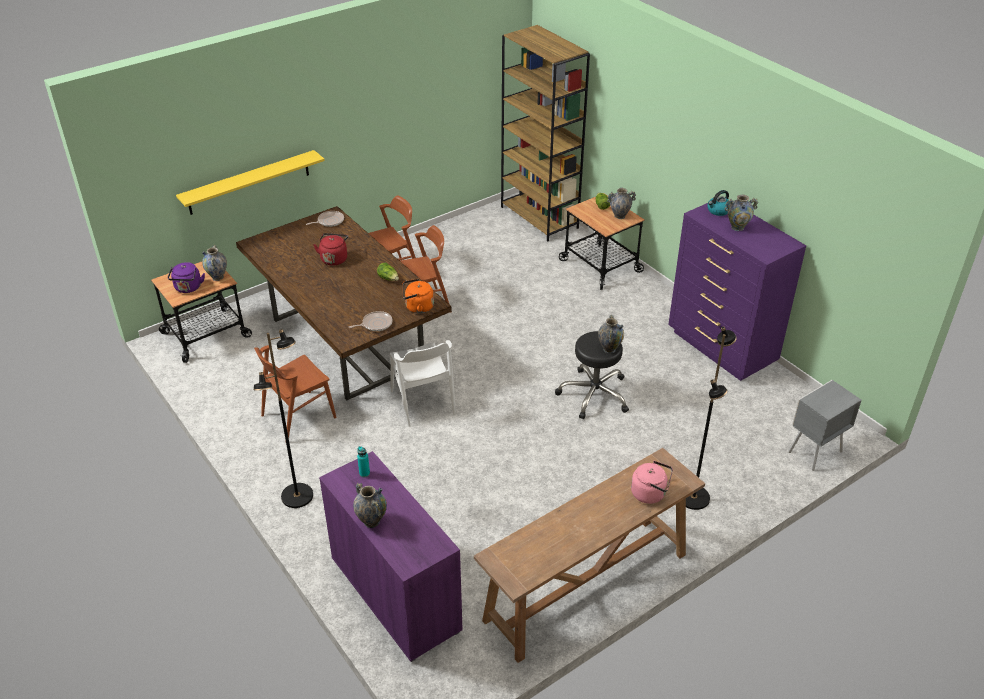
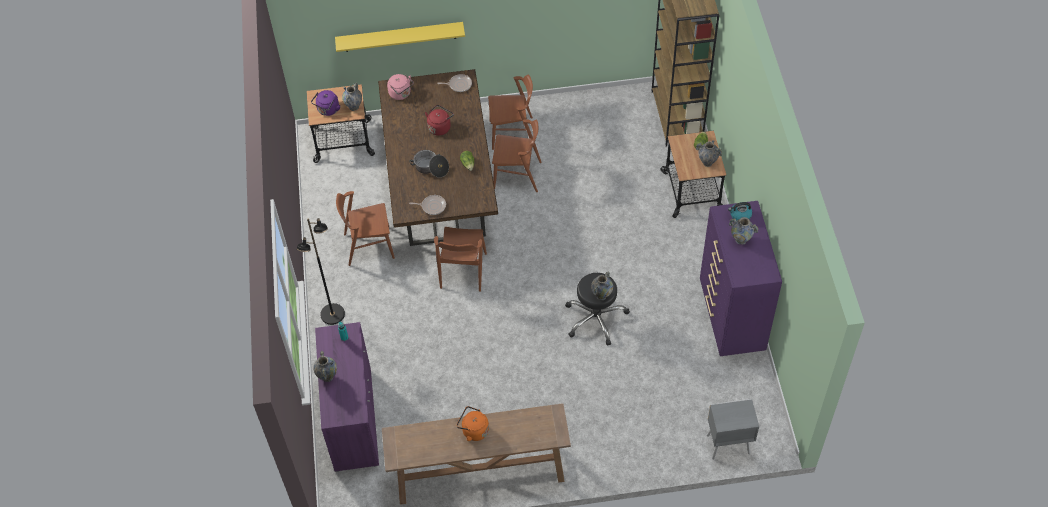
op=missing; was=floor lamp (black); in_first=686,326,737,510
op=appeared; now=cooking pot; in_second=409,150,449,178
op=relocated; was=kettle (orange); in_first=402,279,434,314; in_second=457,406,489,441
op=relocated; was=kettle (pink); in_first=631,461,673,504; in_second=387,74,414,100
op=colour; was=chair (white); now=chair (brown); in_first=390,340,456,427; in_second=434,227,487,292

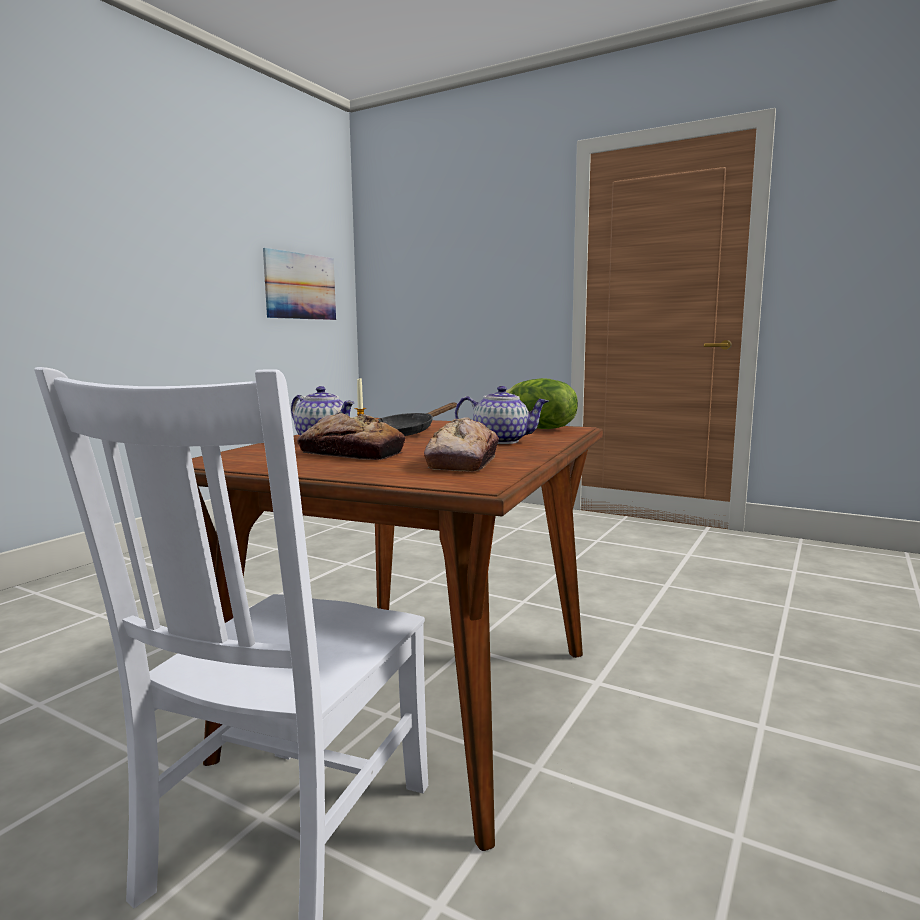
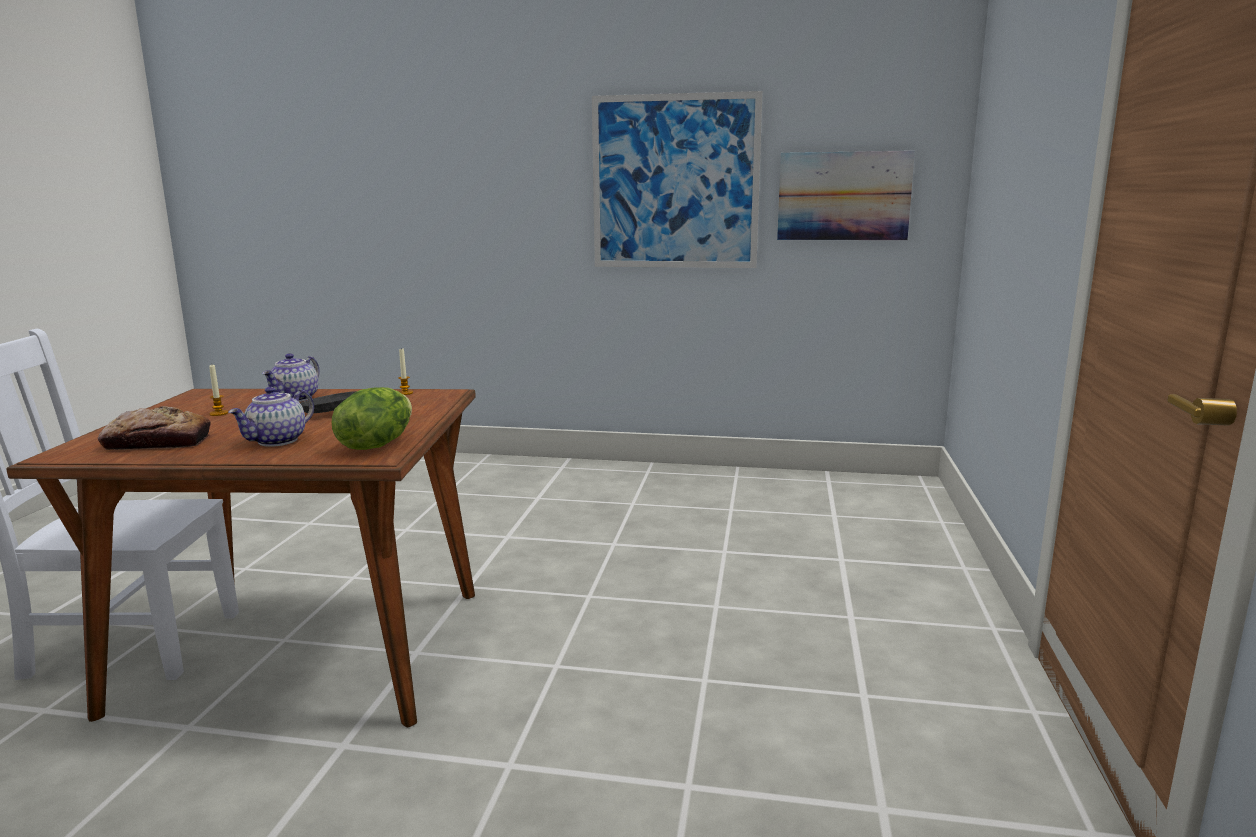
op=appeared; now=picture; in_second=592,91,763,268
op=exchanged; was=bread; now=candle; in_first=297,413,405,460; in_second=209,365,228,416
op=spun; was=teapot; in_first=455,386,549,444; in_second=228,387,314,447; clockwise=45

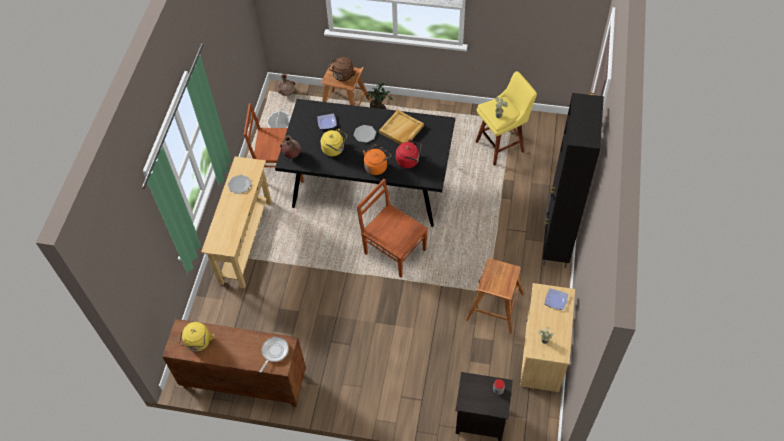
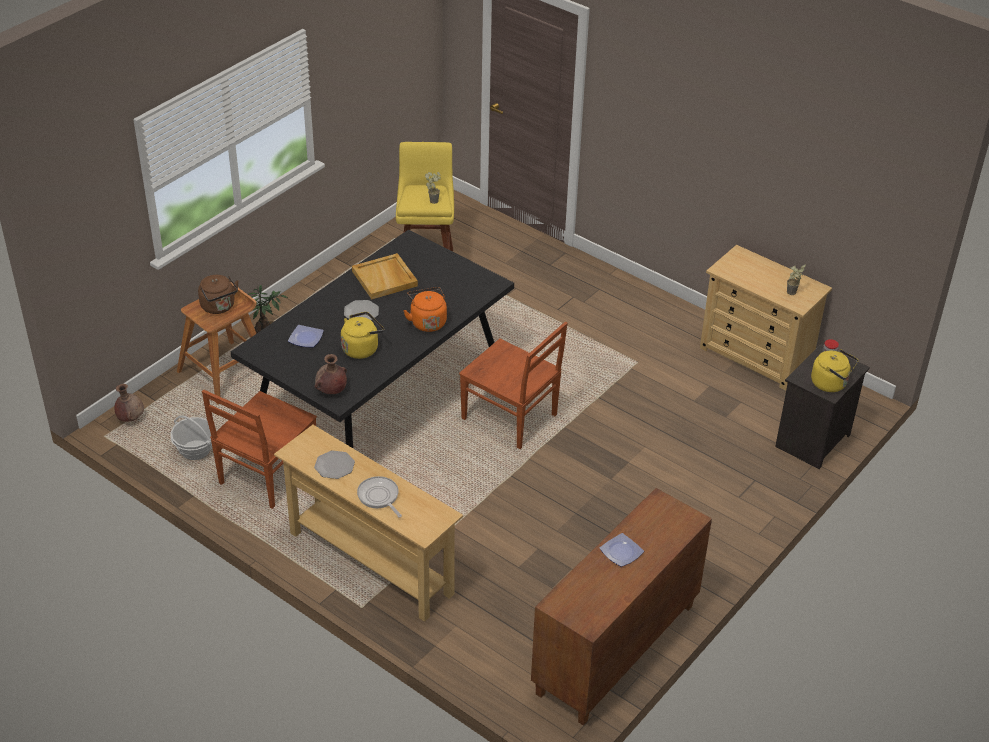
op=missing; was=kettle (red); in_first=396,139,422,168
op=missing; was=stool (brown); in_first=466,258,524,334
op=missing; was=cabinet (black); in_first=542,93,604,268
op=relocated; was=kettle (yellow); in_first=179,322,214,351; in_second=811,349,858,392
op=relocated; was=frying pan; in_first=259,337,289,373; in_second=357,476,402,518
op=relocated; was=plate; in_first=544,288,568,310; in_second=600,533,644,567
op=spun; was=chair (brown); in_first=357,179,428,278; in_second=459,322,568,449; clockwise=-120

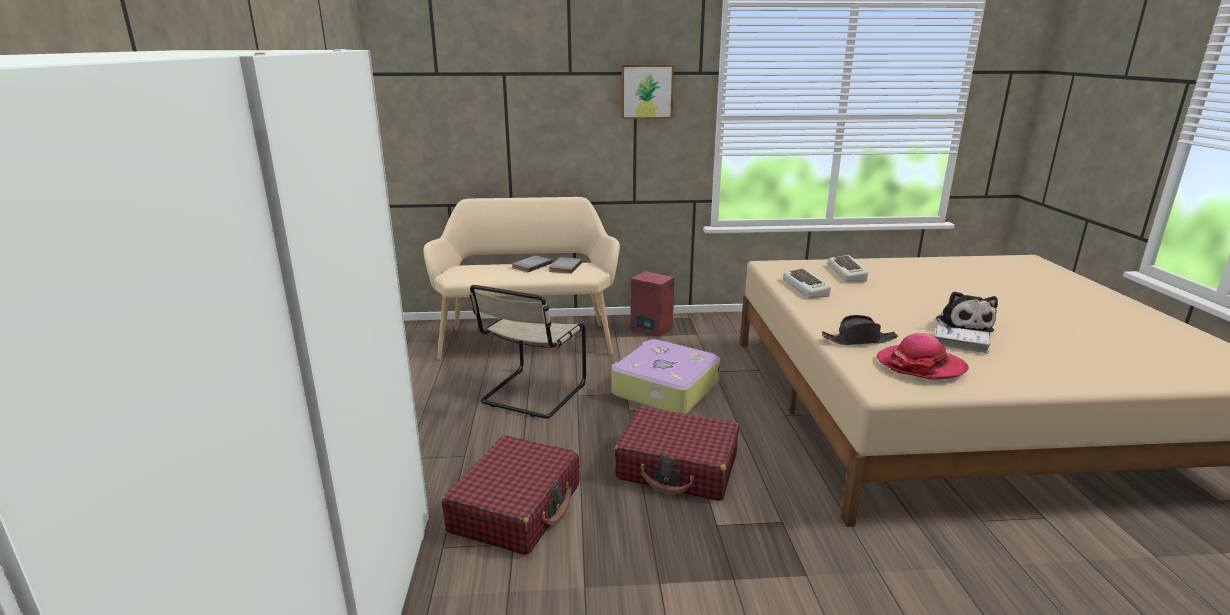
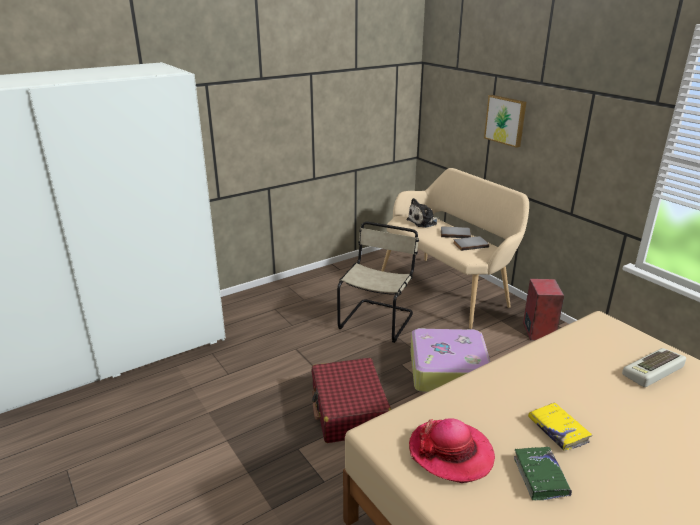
op=missing; was=suitcase (red); in_first=442,435,580,555
op=missing; was=keyboard; in_first=783,268,831,298
op=missing; was=hat (black); in_first=822,315,898,345
op=appeared; now=book (yellow); in_second=528,403,592,451
op=relocated; was=picture; in_first=622,65,674,119; in_second=484,95,526,148
op=relocated; was=plush toy; in_first=936,291,998,332; in_second=406,198,439,228
op=colour; was=book (white); now=book (green); in_first=935,325,991,353; in_second=514,447,572,500
op=spun; was=chair (beige); in_first=469,285,586,418; in_second=337,222,419,343; clockwise=120

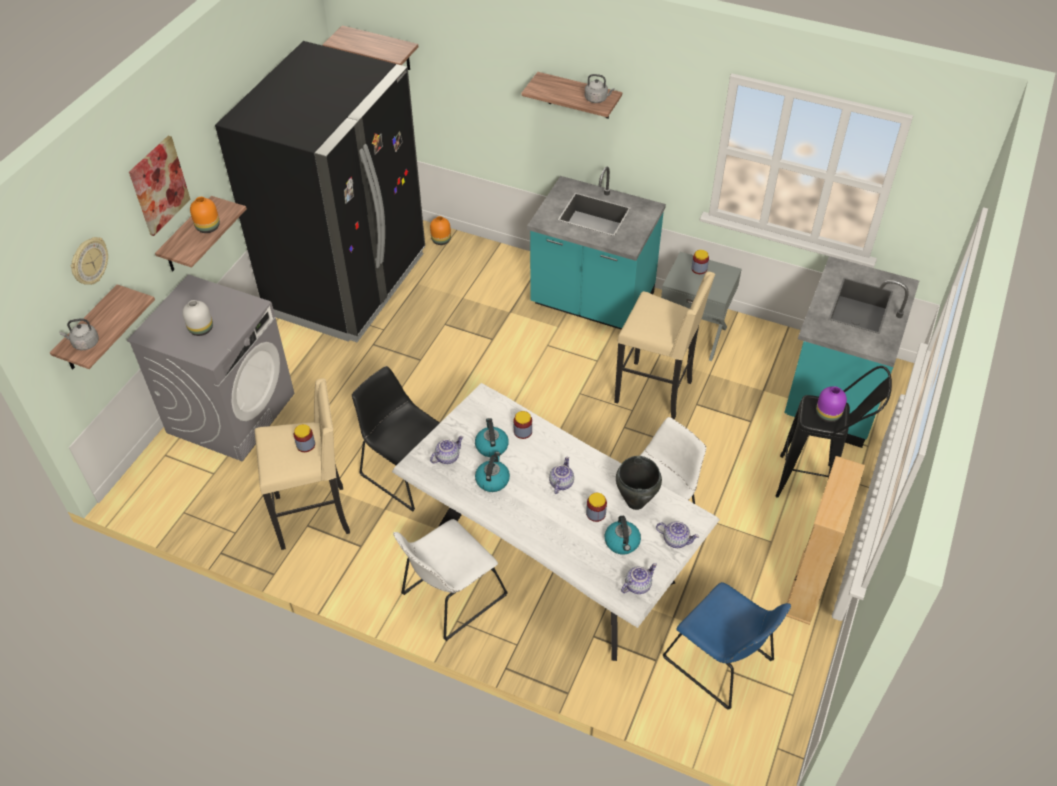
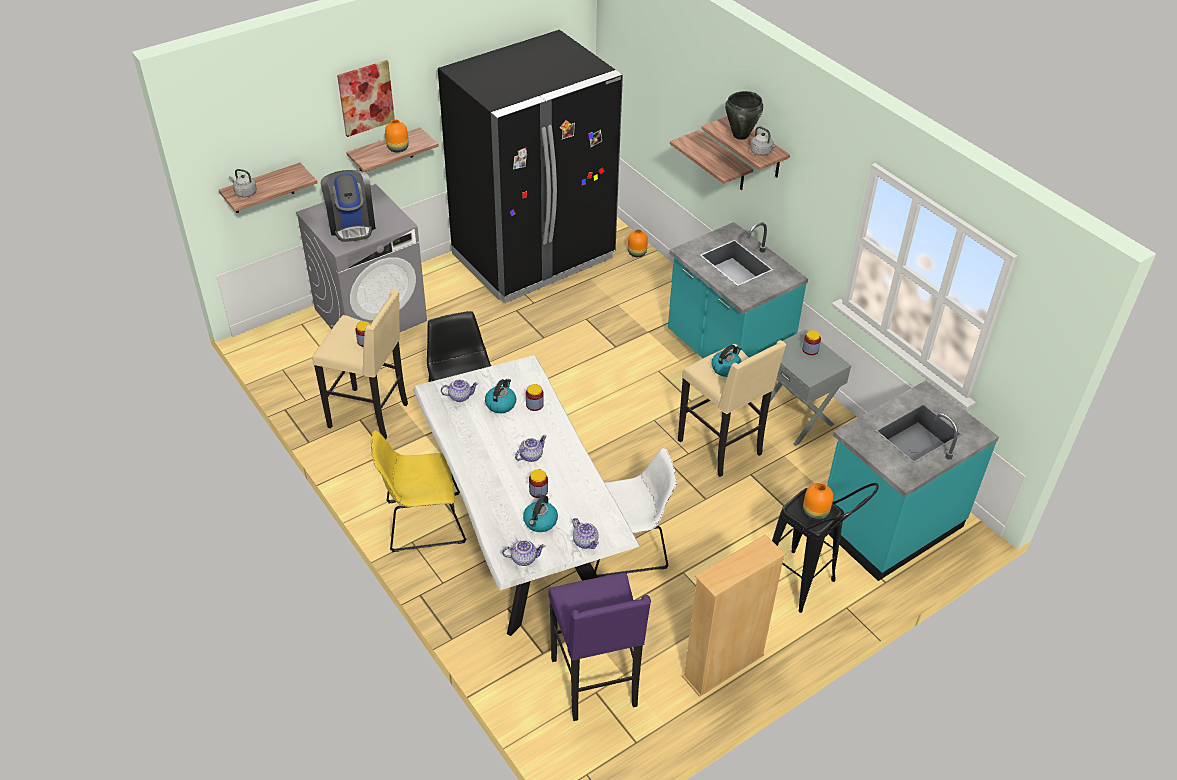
op=missing; was=wall clock; in_first=71,237,108,285
op=relocated; was=shelf; in_first=323,25,418,70; in_second=670,130,753,190
op=relocated; was=kettle; in_first=475,452,510,492; in_second=712,345,742,377
op=relocated; was=cooking pot (black); in_first=616,456,662,510; in_second=725,91,763,140
op=exchanged; was=vase (white); now=coffee machine; in_first=182,300,213,336; in_second=320,170,376,242
op=exchanged; was=chair (blue); now=stool (purple); in_first=663,582,791,710; in_second=549,573,651,721
op=colour; was=chair (white); now=chair (yellow); in_first=393,519,508,641; in_second=371,430,467,552
op=colour; was=vase (purple); now=vase (orange); in_first=816,386,847,422; in_second=803,483,833,520

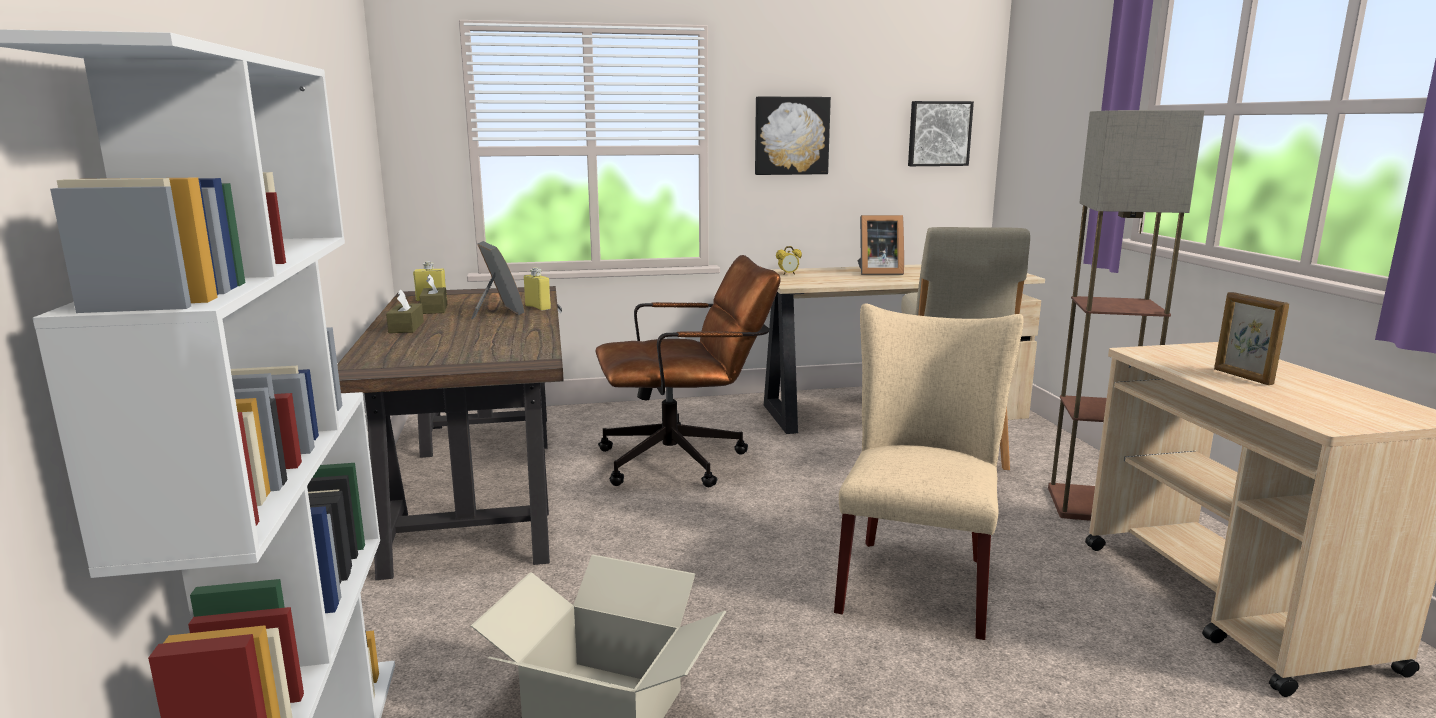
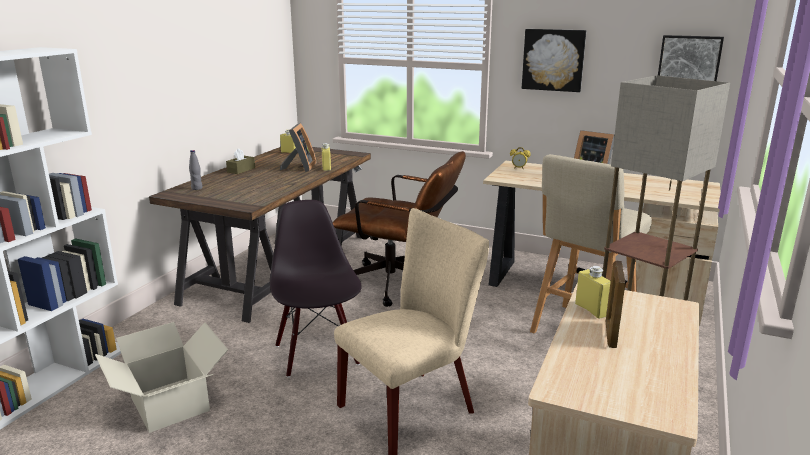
op=missing; was=tissue box (brown); in_first=419,274,447,314
op=appeared; now=bottle (grey); in_second=189,150,202,190
op=appeared; now=chair (black); in_second=270,200,362,378
op=appeared; now=bottle (yellow); in_second=575,266,611,319

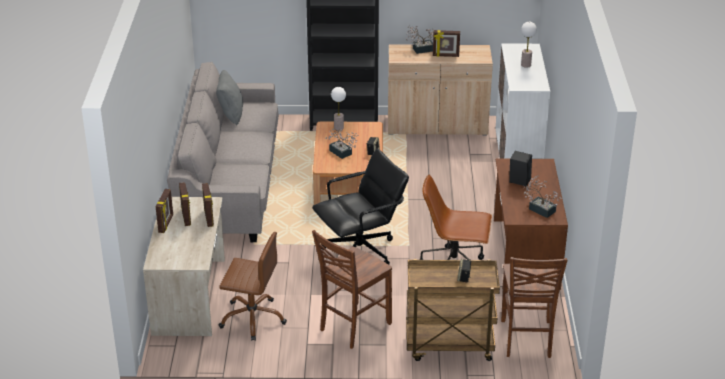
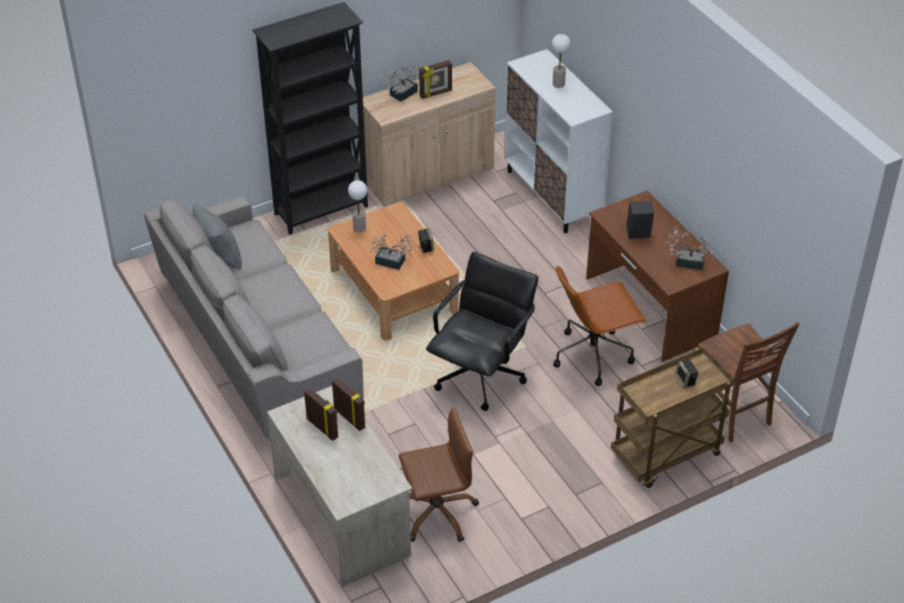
op=missing; was=picture frame; in_first=156,189,173,233
op=missing; was=chair (brown); in_first=312,230,392,349

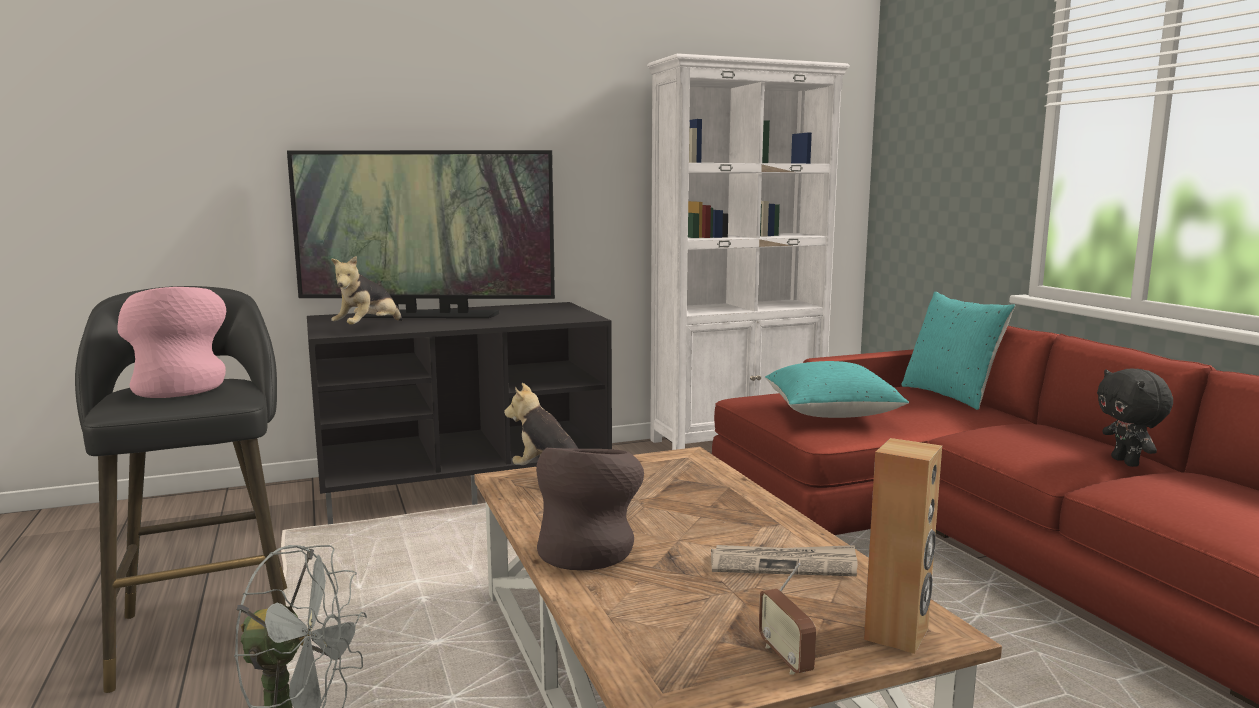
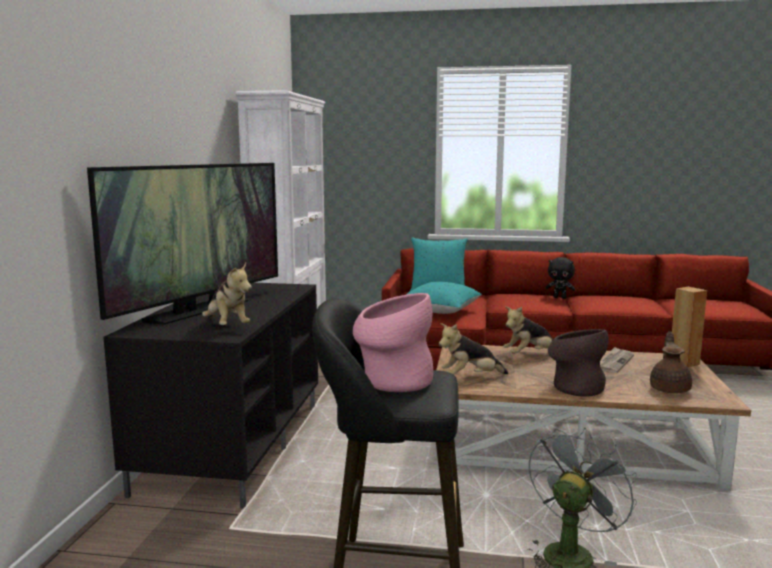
op=missing; was=radio; in_first=759,563,816,675
op=appeared; now=plush toy; in_second=504,306,553,354
op=appeared; now=teapot (brown); in_second=650,331,692,393

